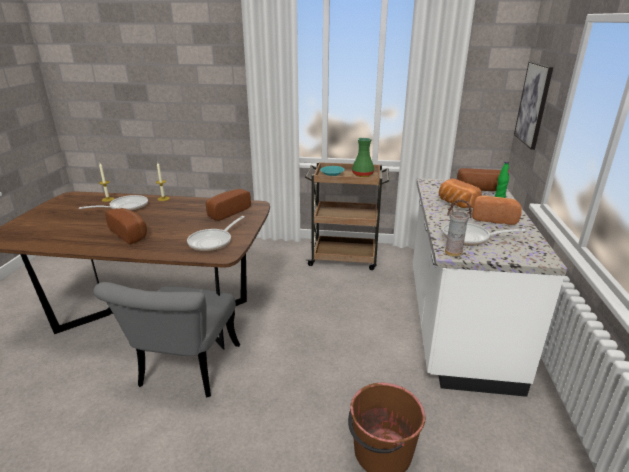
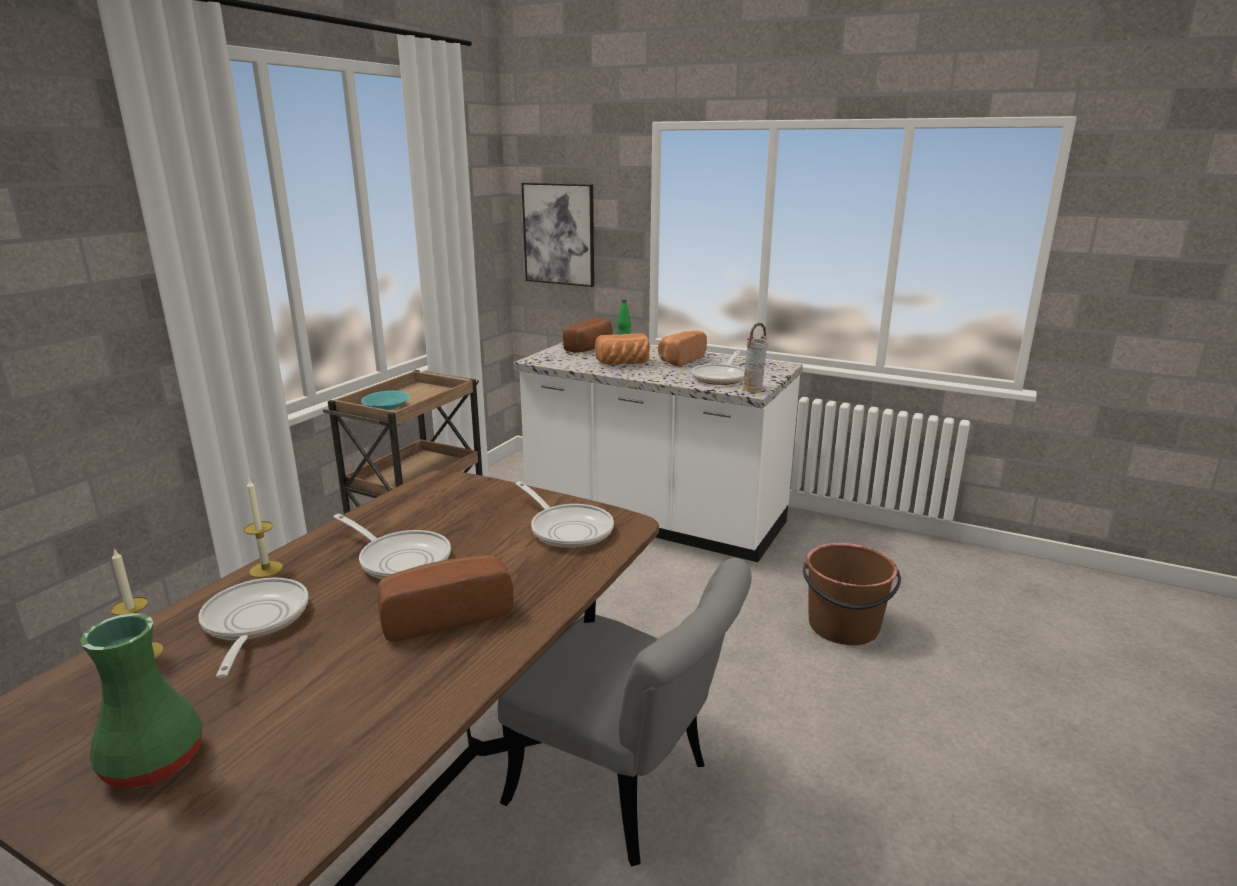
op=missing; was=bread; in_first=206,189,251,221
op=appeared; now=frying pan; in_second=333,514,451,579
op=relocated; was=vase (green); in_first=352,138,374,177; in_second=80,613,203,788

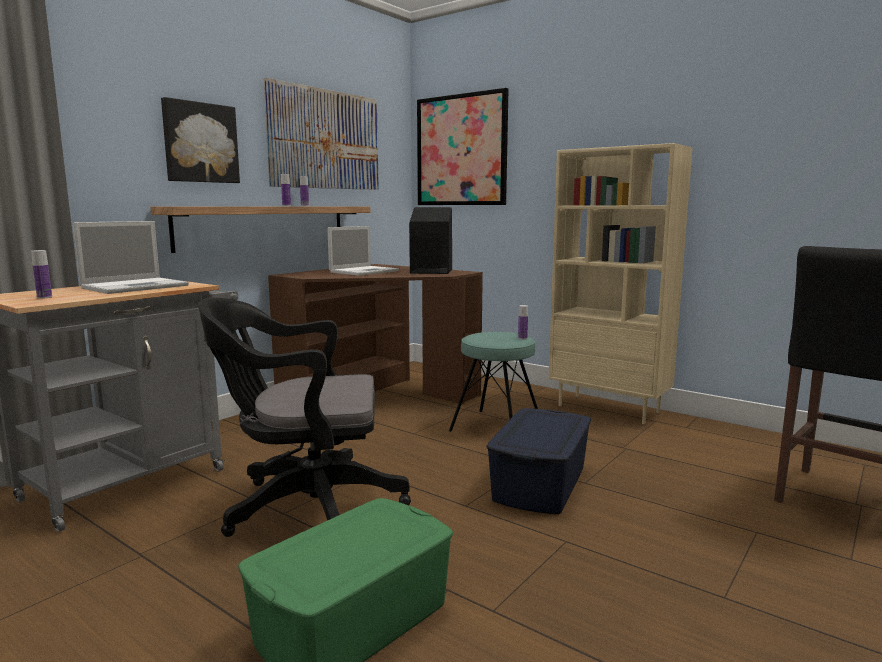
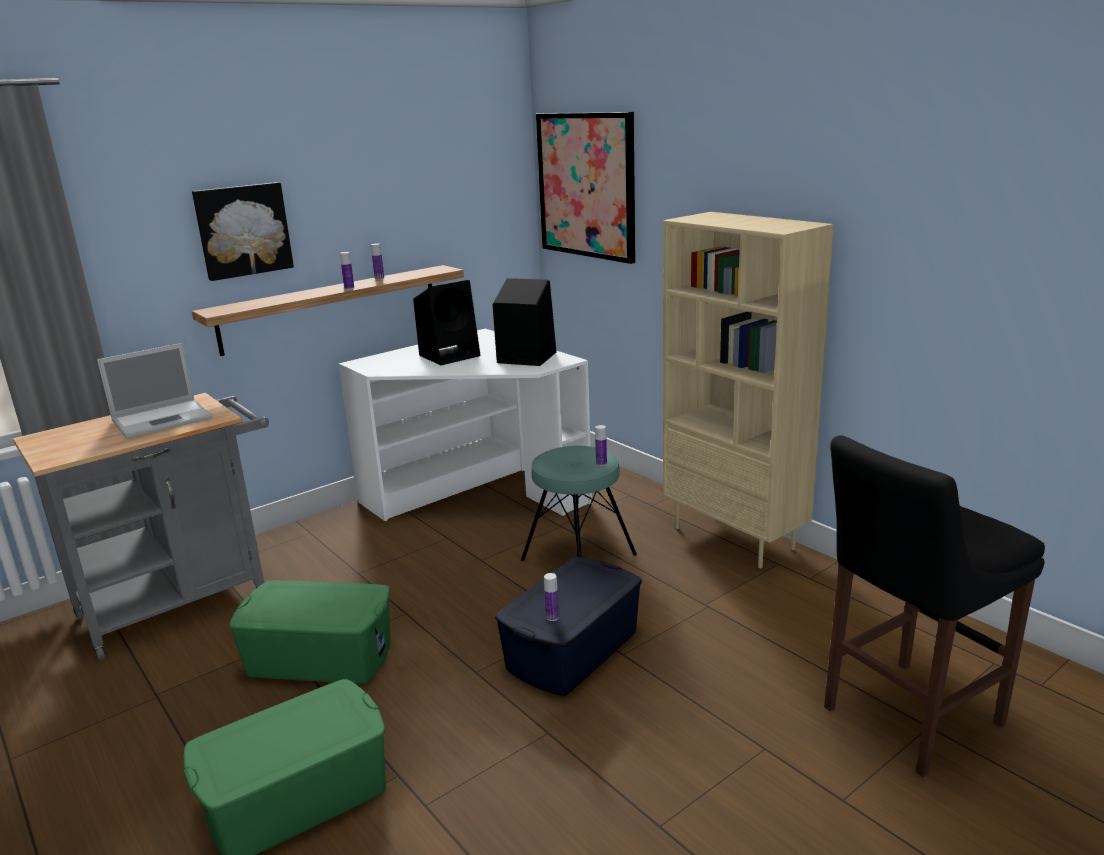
op=missing; was=picture; in_first=263,78,379,190
op=relocated; was=bottle; in_first=31,250,52,299; in_second=544,573,559,621
op=exchanged; was=office chair (black); now=storage box (green); in_first=198,298,411,537; in_second=229,580,390,684
op=exchanged; was=laptop; now=speaker (black); in_first=327,226,399,276; in_second=413,280,480,365
op=colour; was=desk (brown); now=desk (white); in_first=268,264,483,404; in_second=339,329,592,521

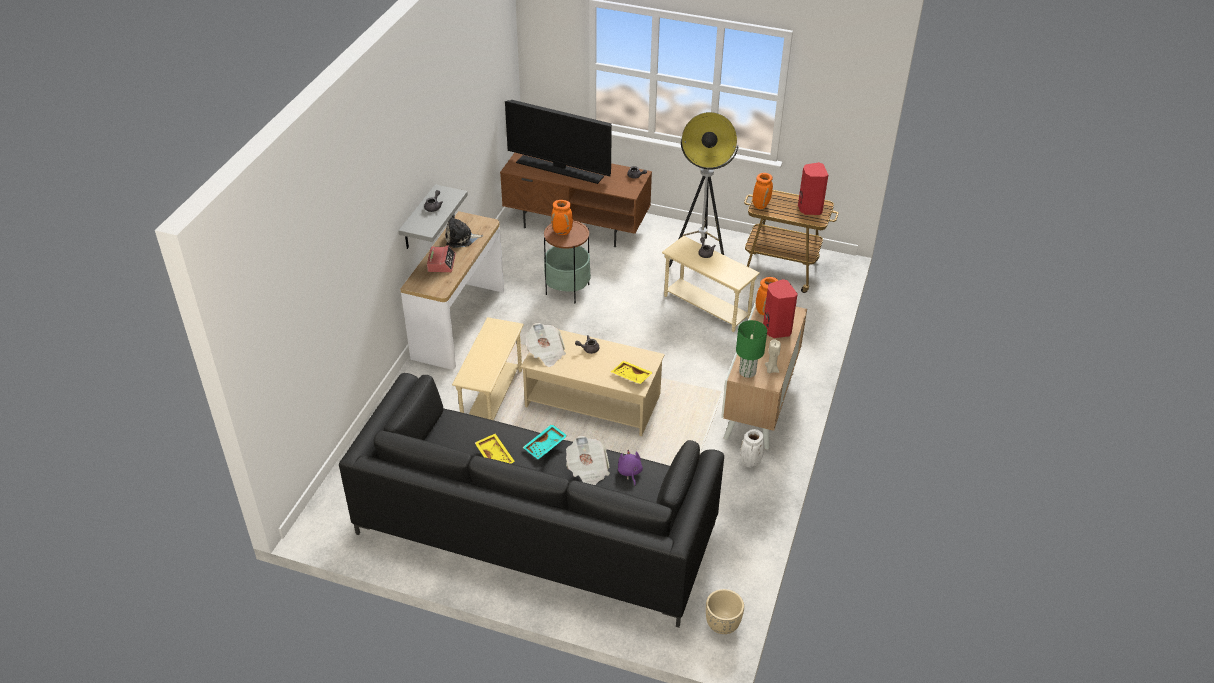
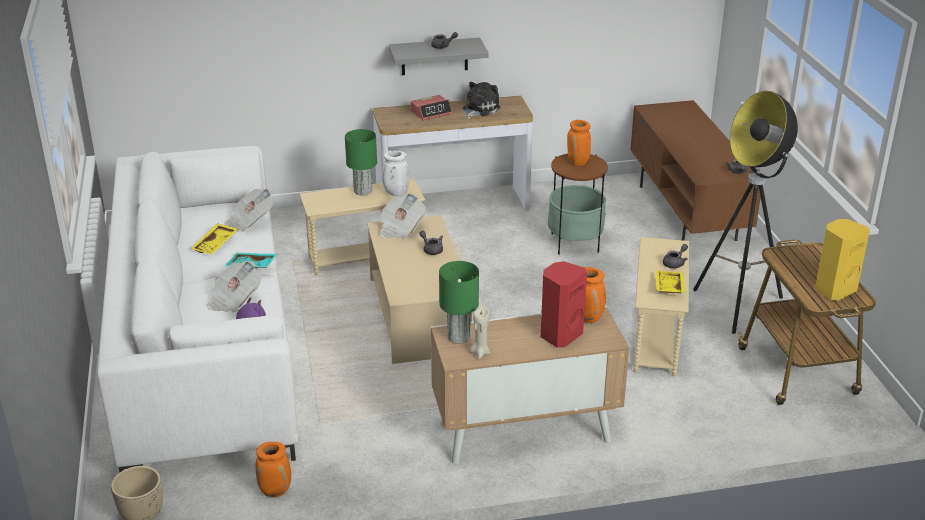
op=missing; was=television; in_first=505,100,612,184
op=appeared; now=newspaper; in_second=224,189,273,231
op=appeared; now=table lamp (green); in_second=345,129,377,196
op=relocated; was=tray (yellow); in_first=611,361,653,384; in_second=655,270,685,293
op=relocated; was=vase (white); in_first=740,429,764,468; in_second=382,151,409,196
op=relocated; was=vase (orange); in_first=752,173,773,209; in_second=256,442,291,497
op=colour; was=sofa (black); now=sofa (white); in_first=339,373,724,628; in_second=97,146,298,472
op=colour; was=speaker (red); now=speaker (yellow); in_first=798,162,828,215; in_second=815,219,870,301
op=spun; was=plush toy; in_first=445,214,483,248; in_second=463,82,501,119; clockwise=75

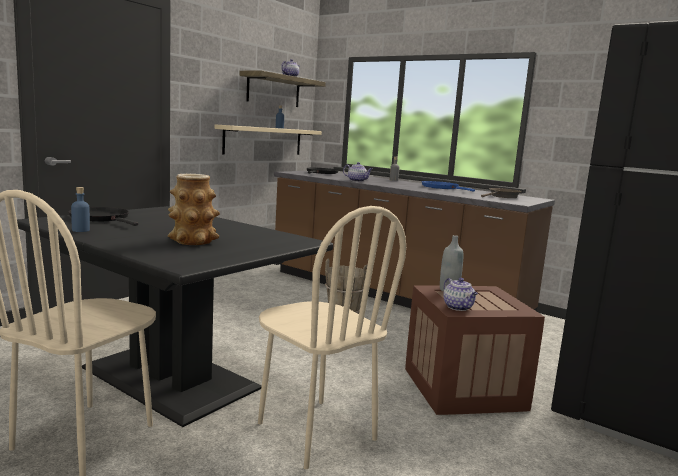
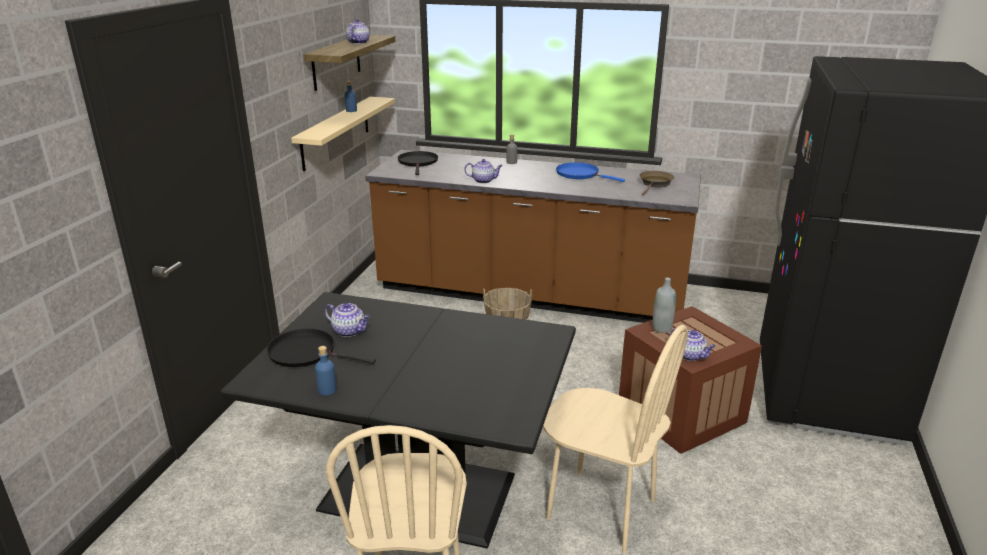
op=missing; was=vase; in_first=168,174,220,245
op=appeared; now=teapot; in_second=324,303,370,337

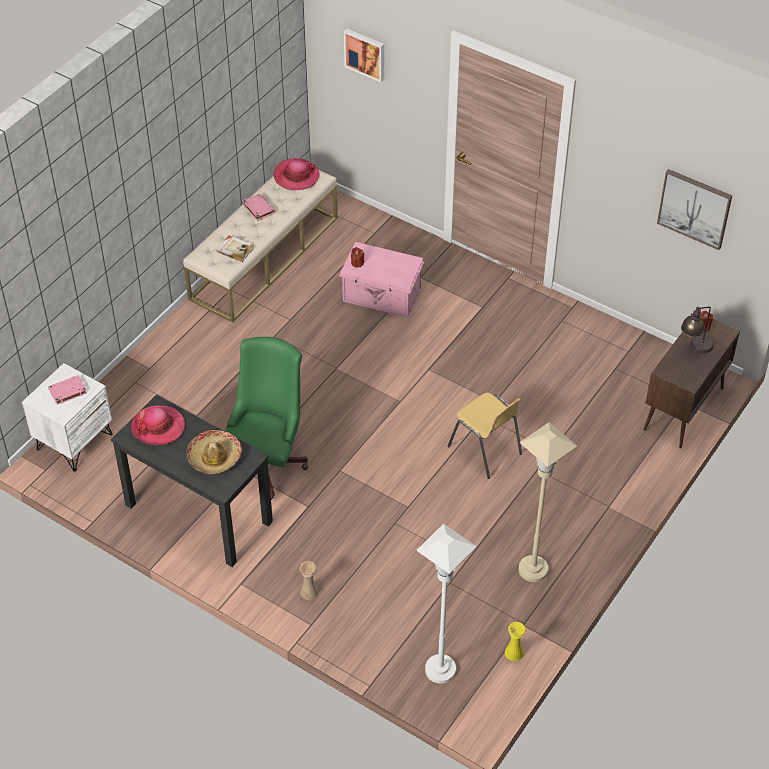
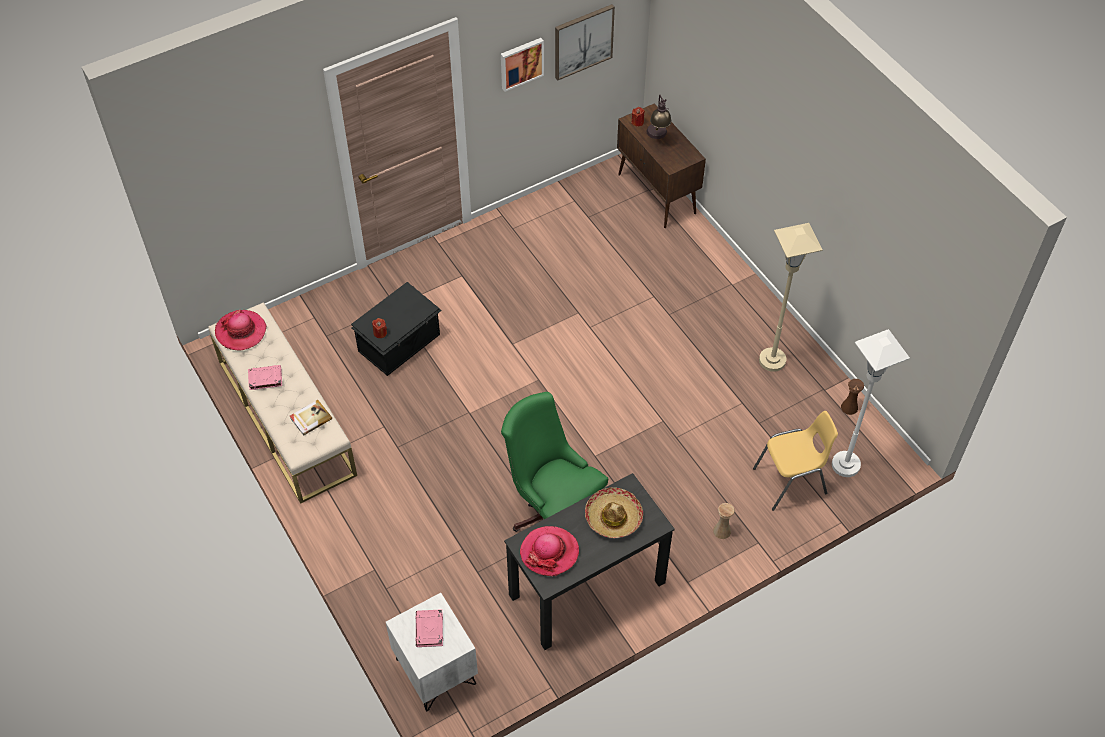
op=relocated; was=picture; in_first=344,29,384,82; in_second=501,38,544,92
op=relocated; was=chair (yellow); in_first=447,393,522,479; in_second=753,411,838,511
op=colour; was=storage box (pink); now=storage box (black); in_first=339,242,424,318; in_second=351,282,442,376
op=colour; was=vase (yellow); now=vase (brown); in_first=505,622,526,661; in_second=841,379,864,415

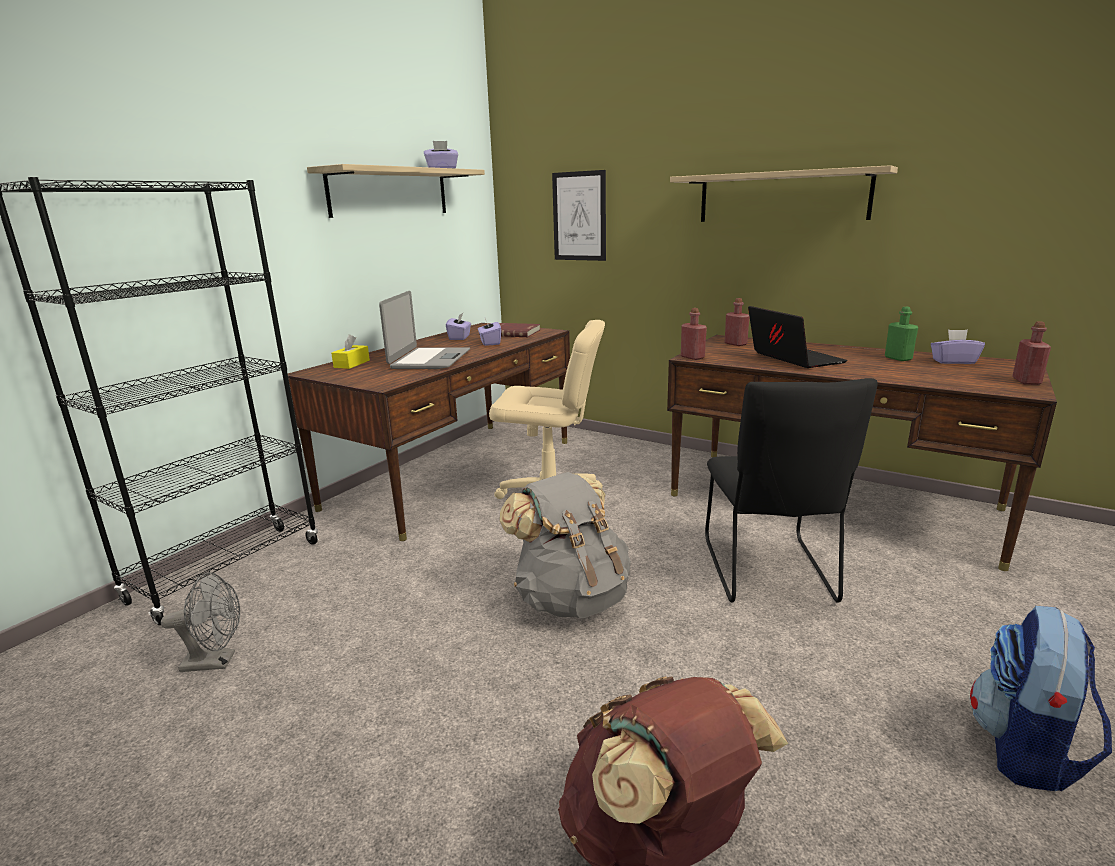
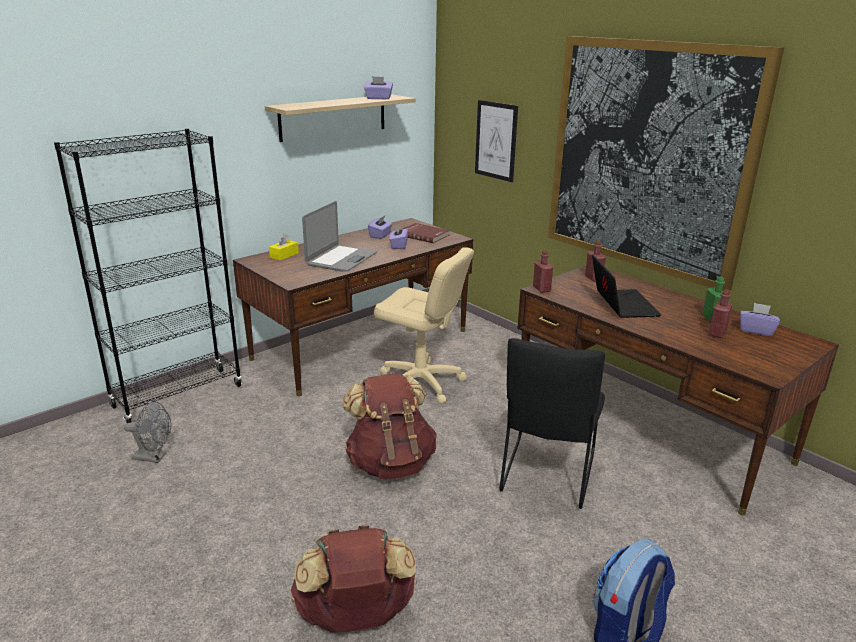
op=relocated; was=bottle (red); in_first=1012,321,1051,385; in_second=709,289,732,338
op=exchanged; was=shelf; now=picture; in_first=670,165,898,222; in_second=548,36,784,291
op=colour; was=backpack (grey); now=backpack (brown); in_first=499,472,631,618; in_second=343,373,437,480

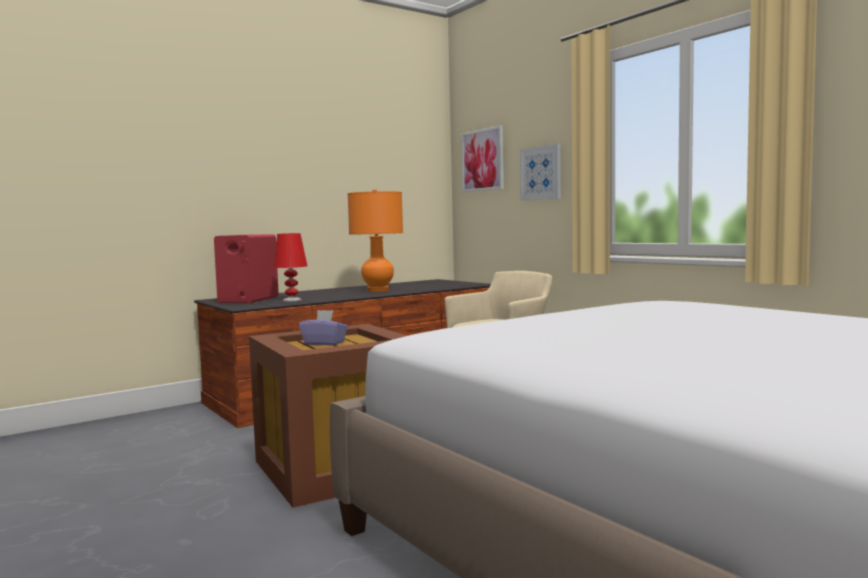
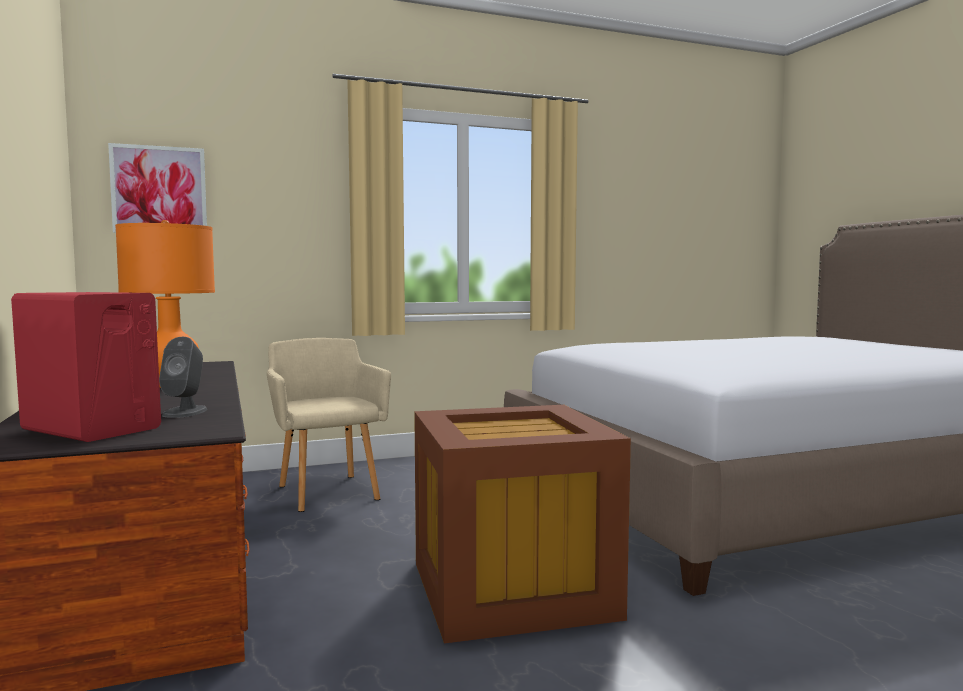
op=missing; was=tissue box (purple); in_first=299,310,348,345
op=missing; was=picture; in_first=520,144,561,201
op=exchanged; was=table lamp (red); now=speaker (grey); in_first=273,233,307,302; in_second=159,337,207,418

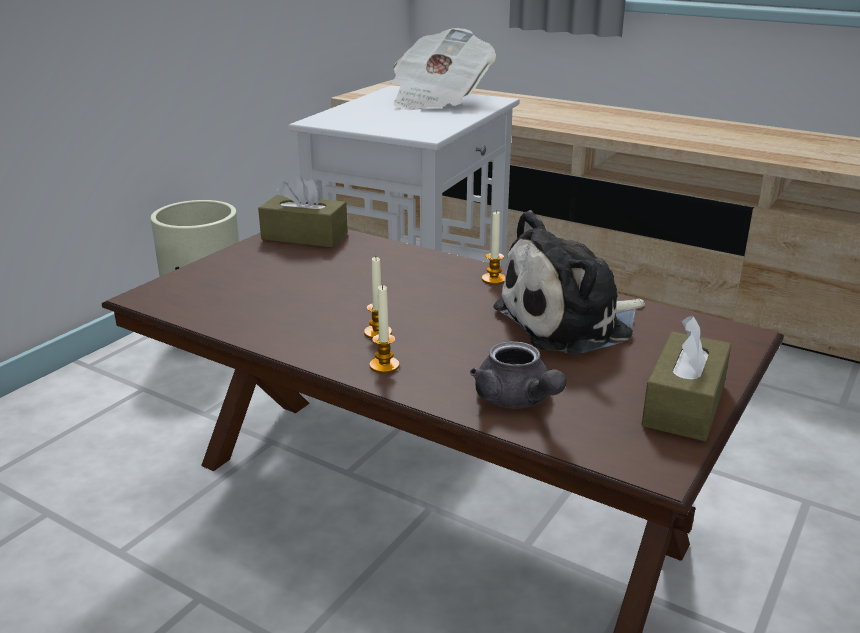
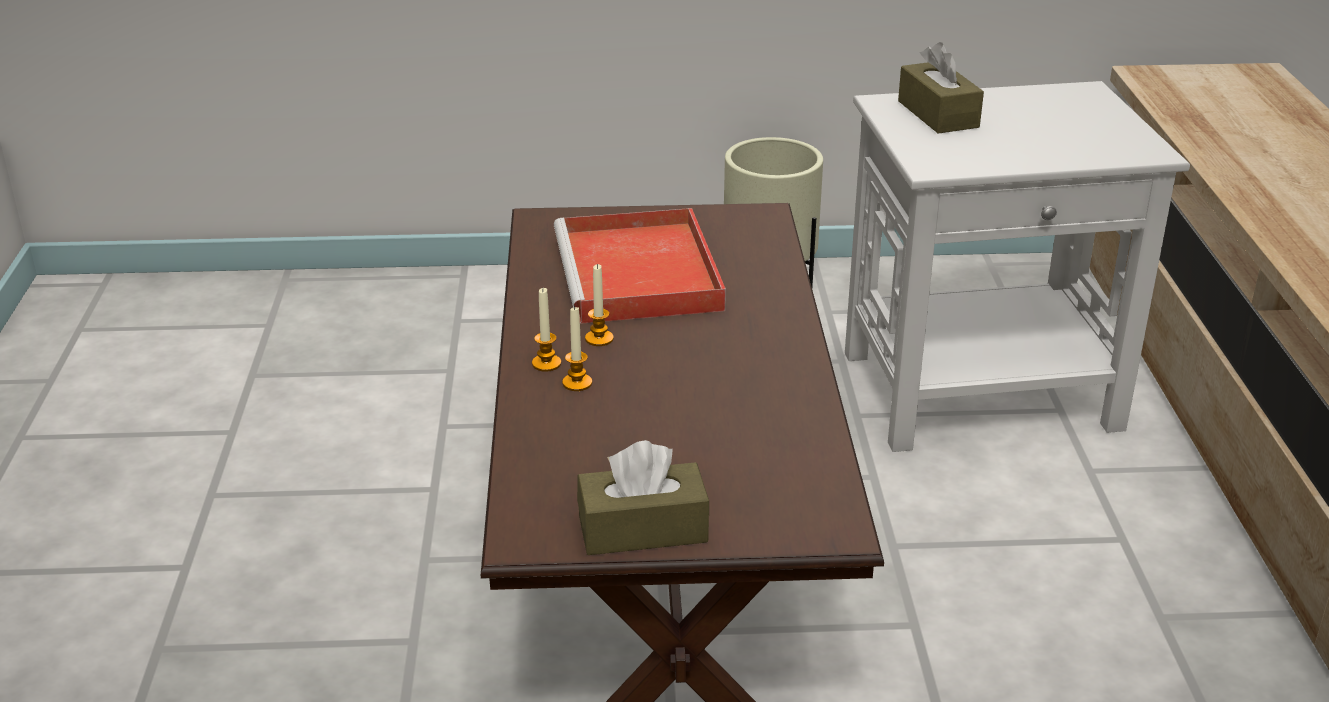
op=missing; was=newspaper; in_first=391,28,496,110
op=missing; was=teapot (grey); in_first=470,341,566,408
op=missing; was=plush toy; in_first=493,210,645,354
op=appeared; now=tray (red); in_second=554,208,726,324
op=relocated; was=tissue box (brown); in_first=258,173,348,248; in_second=898,42,984,134
op=relocated; was=candle; in_first=482,210,505,285; in_second=562,306,592,391

